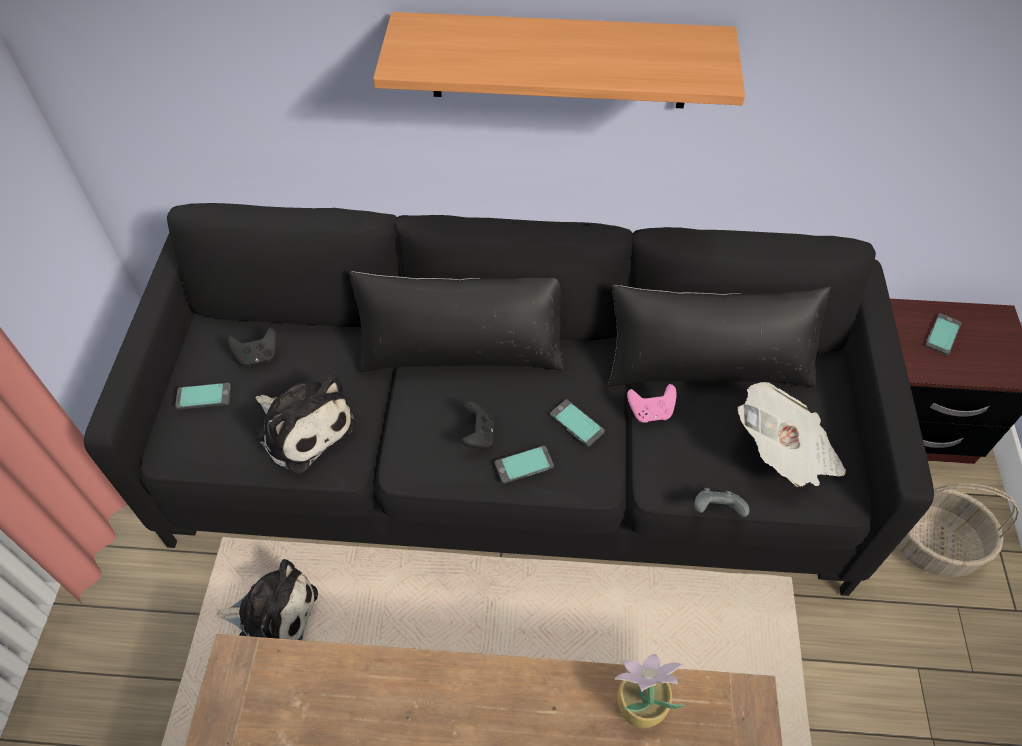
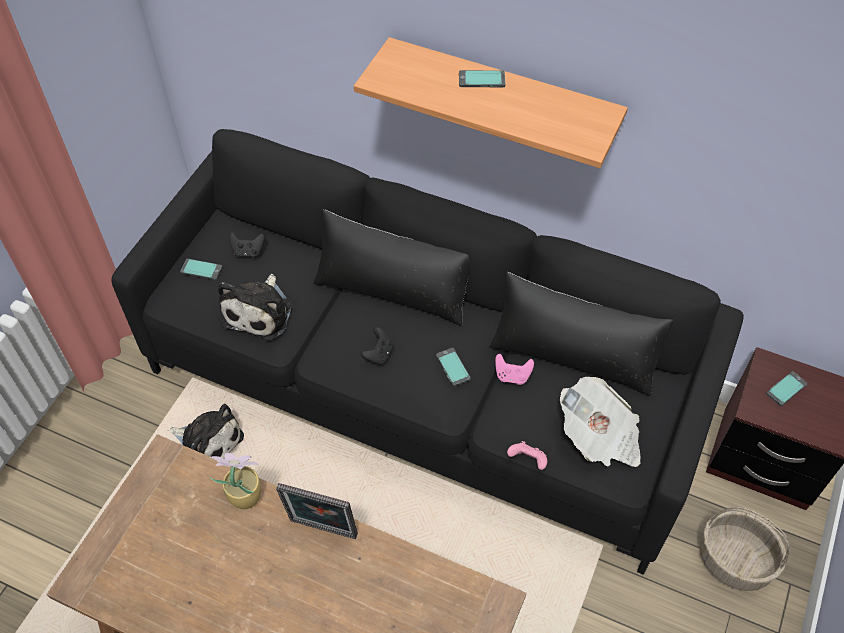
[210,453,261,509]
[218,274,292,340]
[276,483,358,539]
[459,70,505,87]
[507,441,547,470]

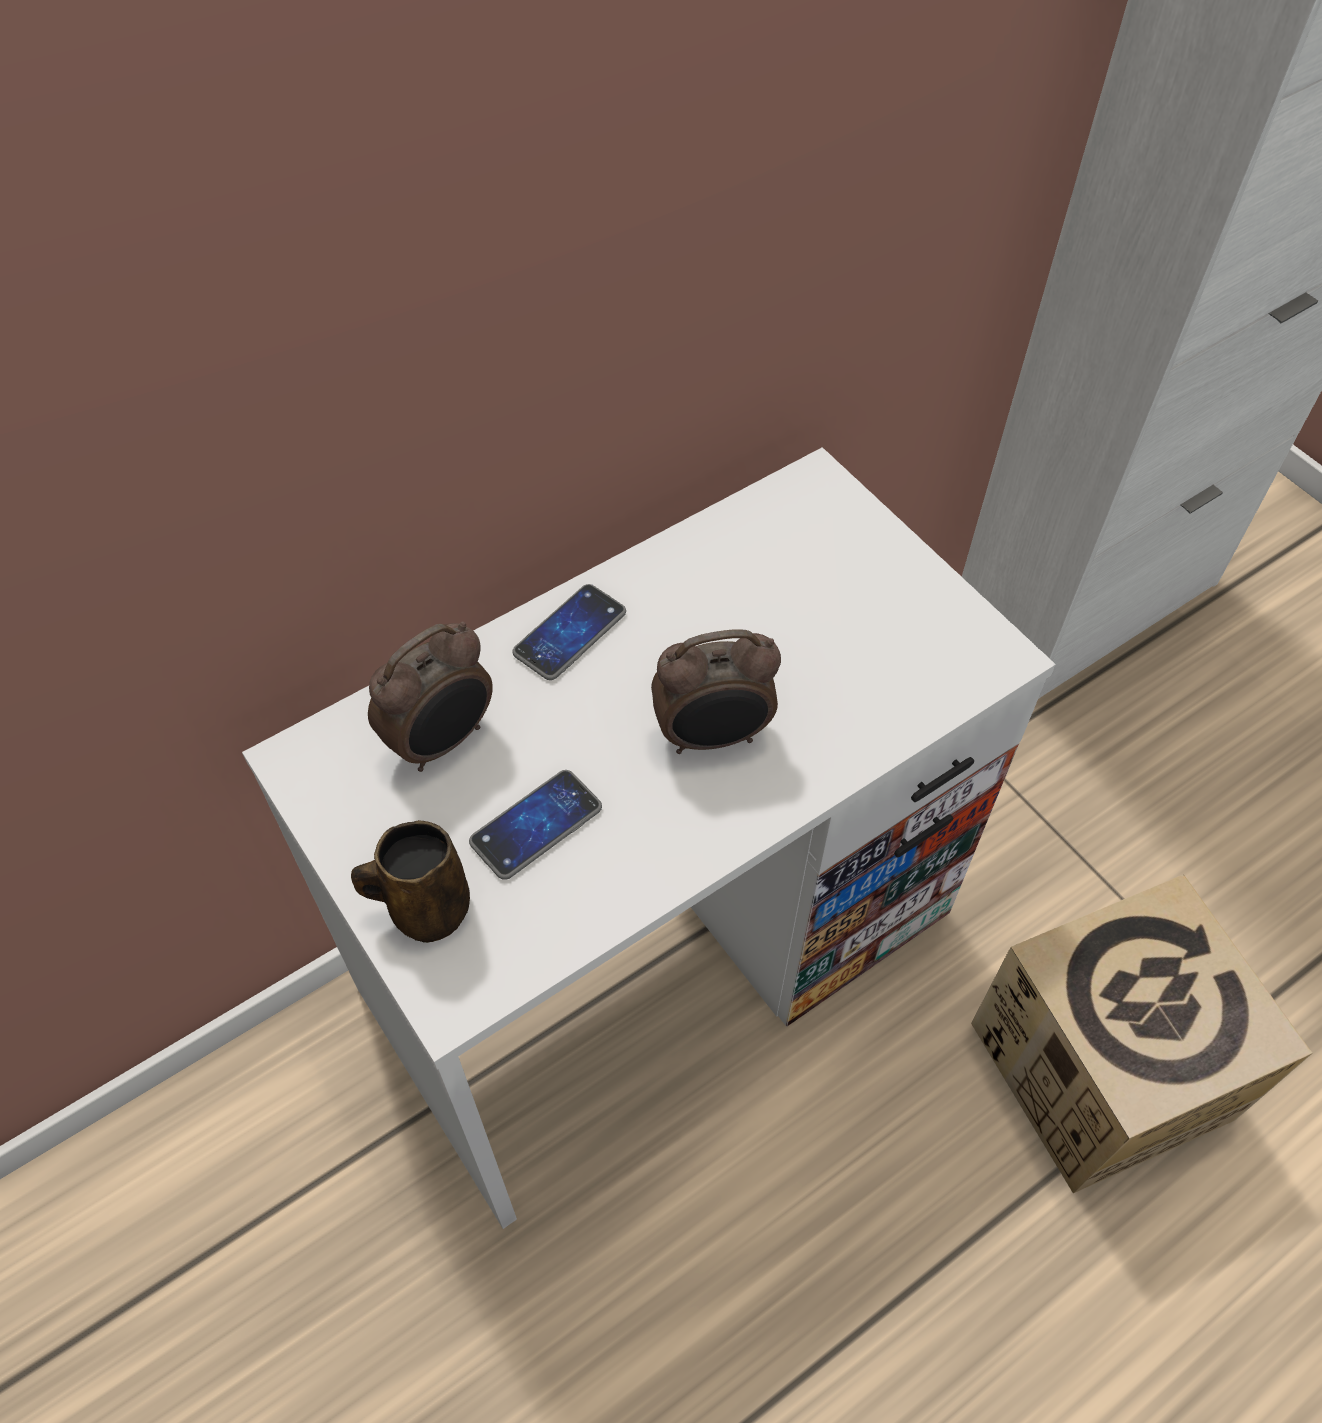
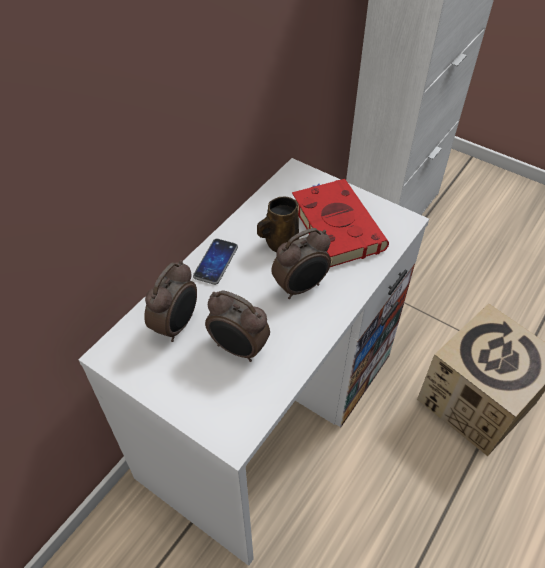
[205,290,270,362]
[257,196,299,252]
[292,179,389,267]

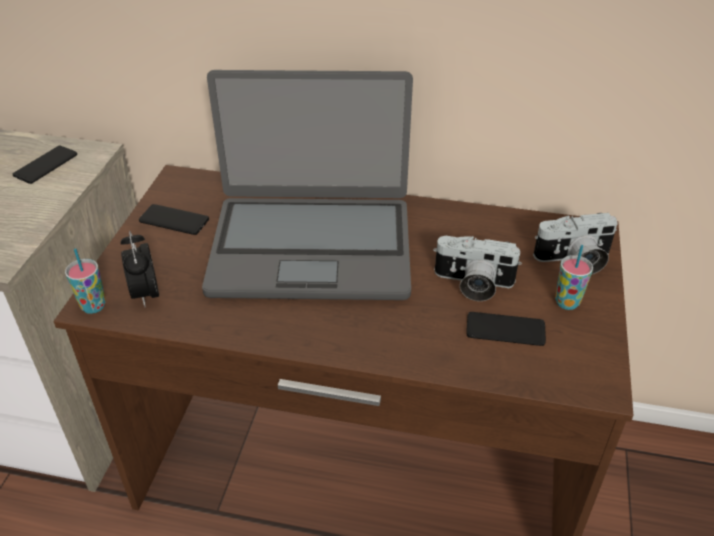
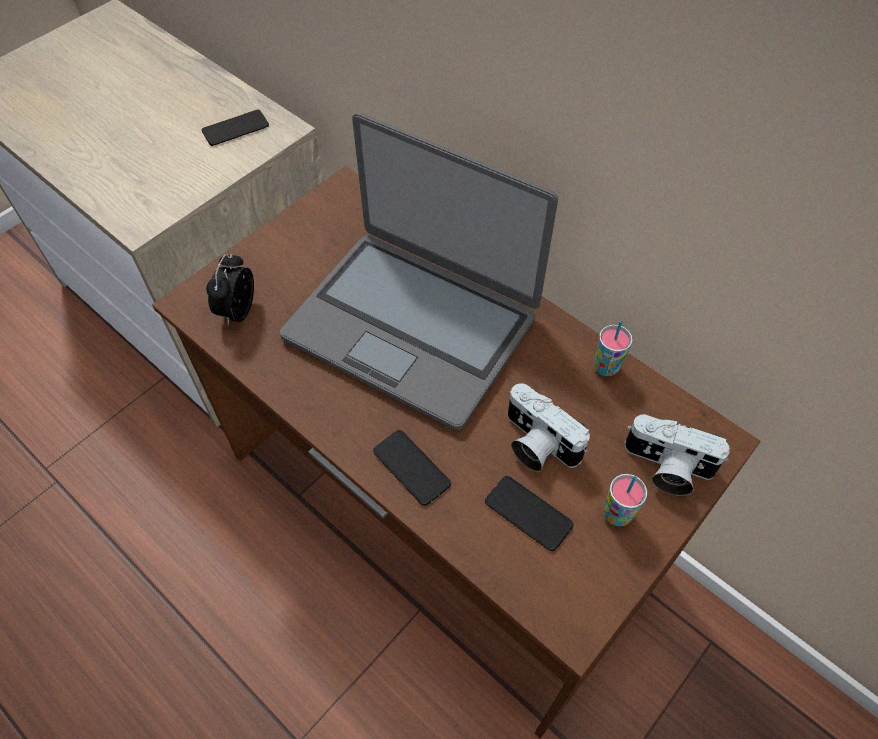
[373,430,451,506]
[594,321,632,376]

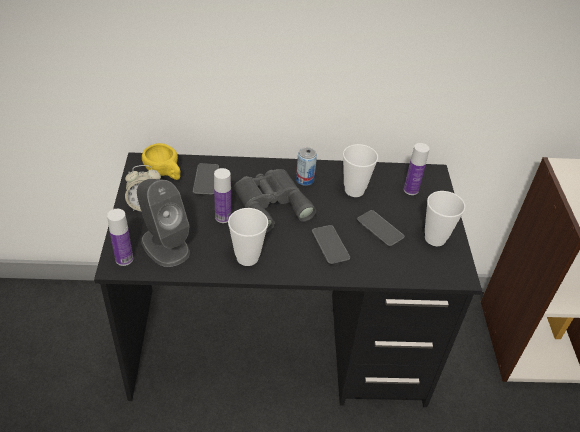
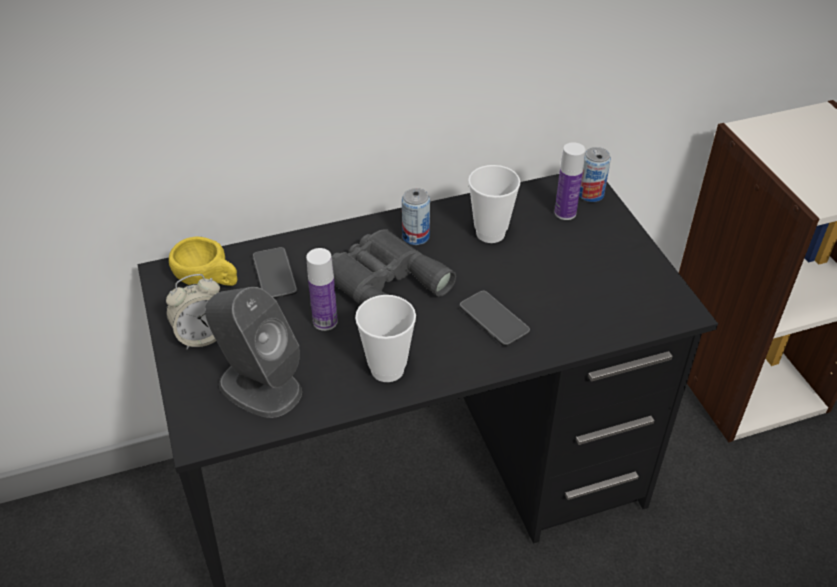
[579,147,611,202]
[107,209,133,266] (first image)
[357,210,405,247] (first image)
[425,191,465,246] (first image)

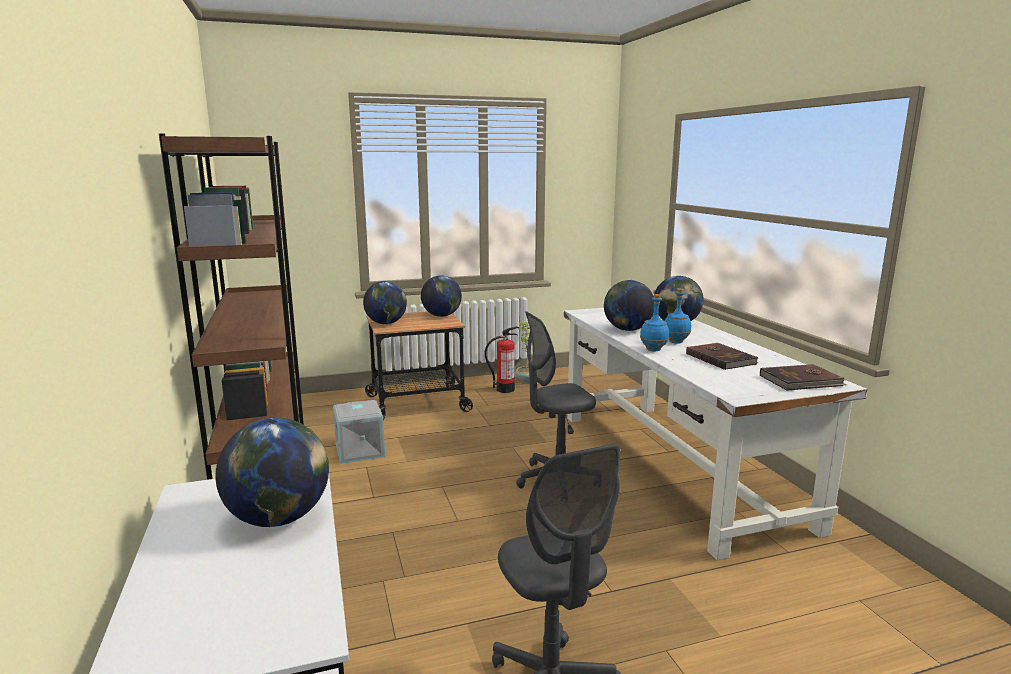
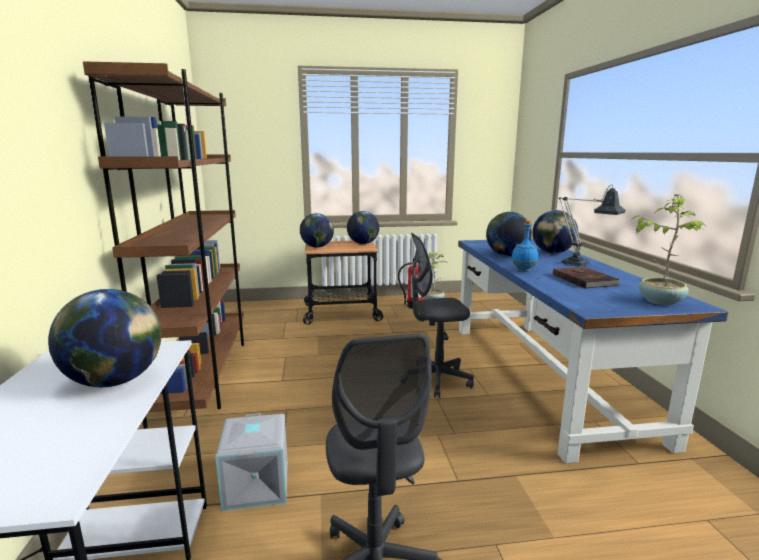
[215,413,288,511]
[458,239,729,464]
[559,184,625,266]
[633,194,705,306]
[665,288,691,344] (first image)

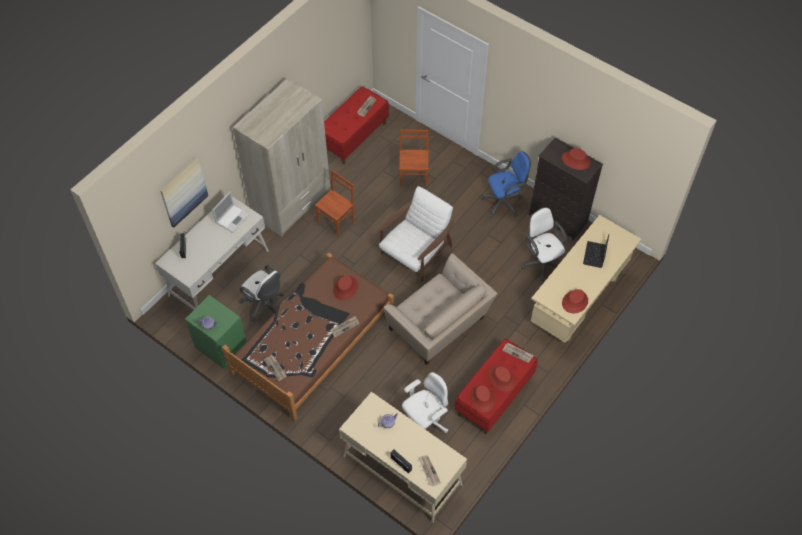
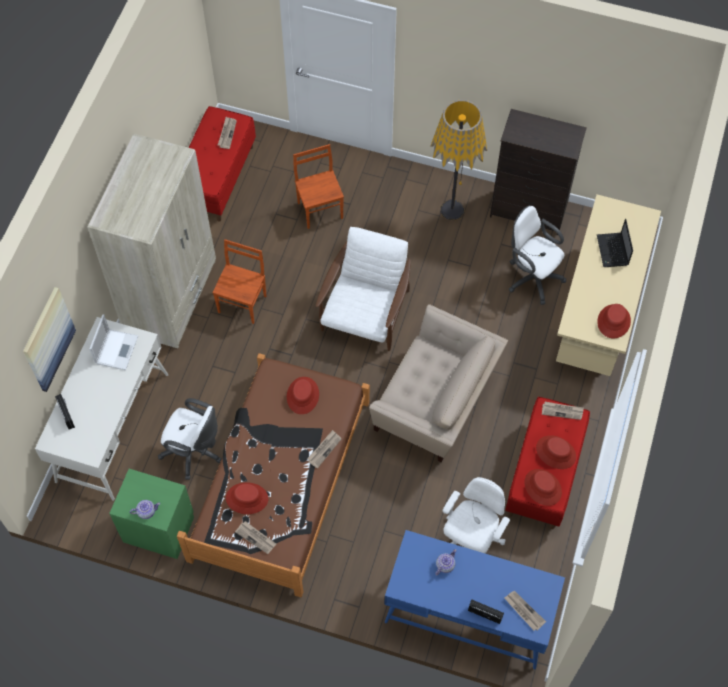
[226,482,268,514]
[384,530,565,670]
[430,100,487,220]

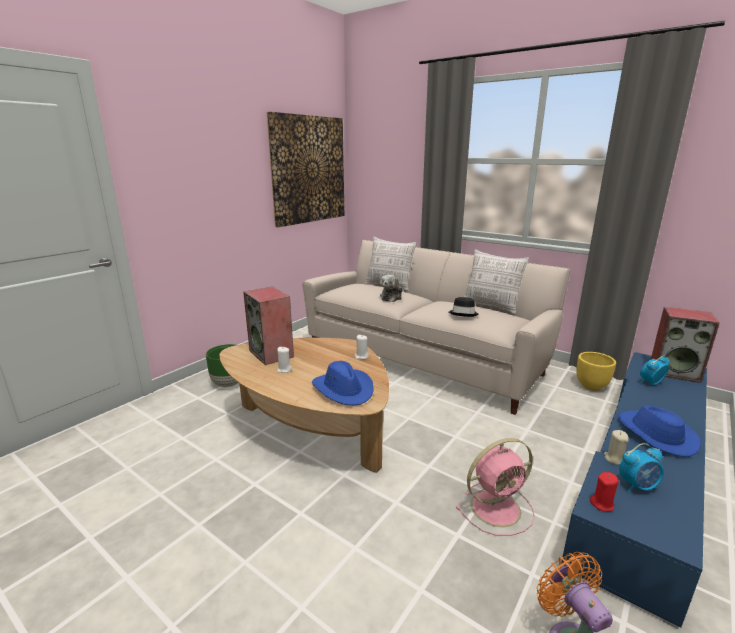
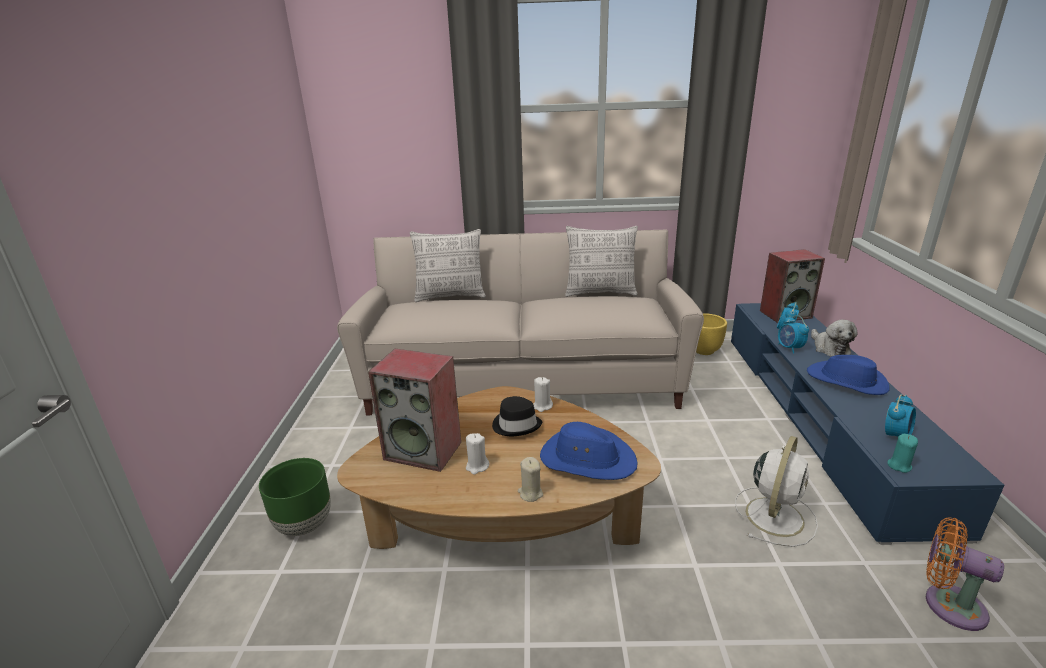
[492,396,542,436]
[518,457,543,502]
[735,436,818,547]
[778,315,809,354]
[811,320,858,357]
[887,434,918,473]
[267,112,344,227] (first image)

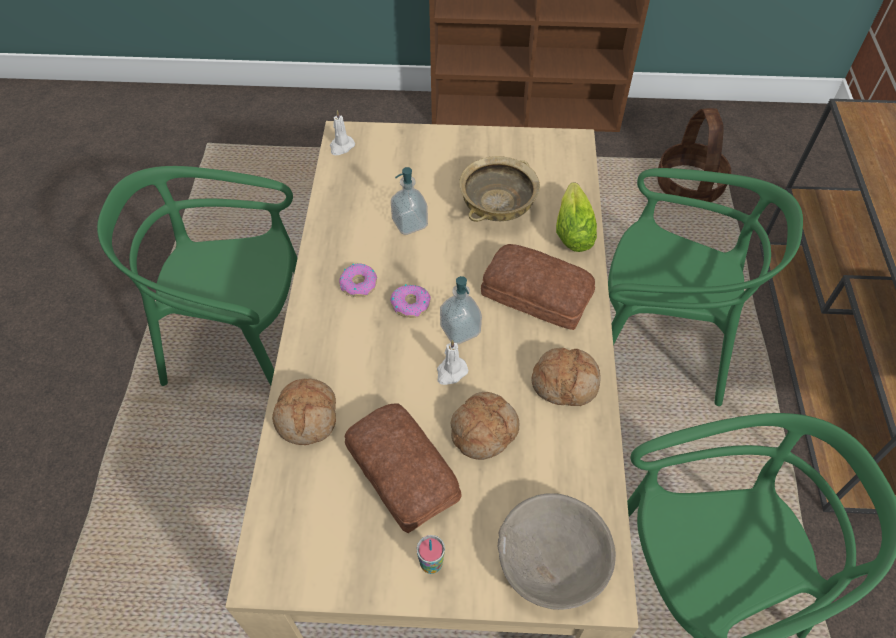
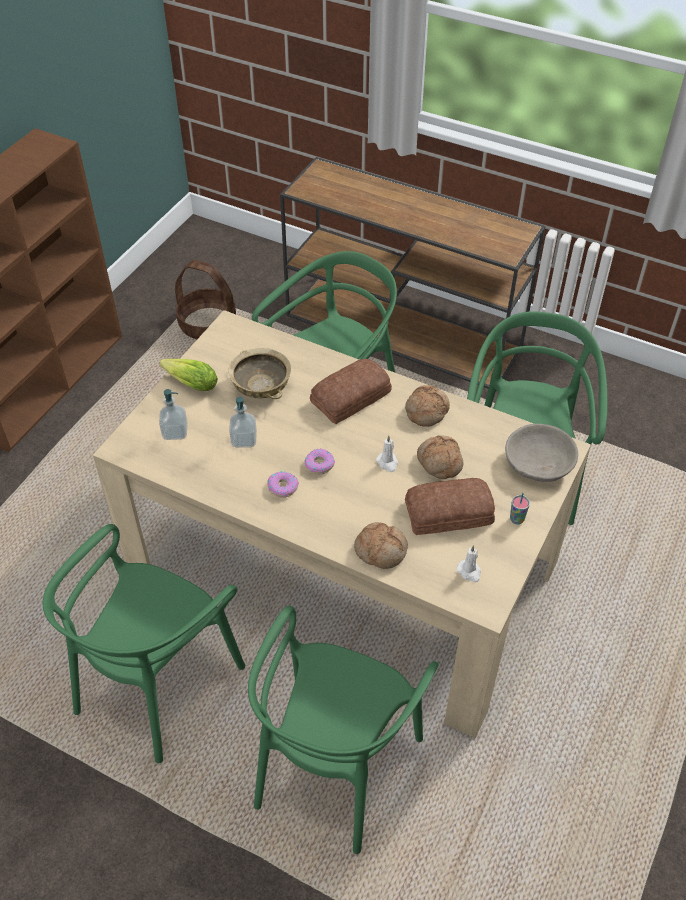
[159,359,218,391]
[159,389,188,440]
[248,606,439,854]
[457,545,481,582]

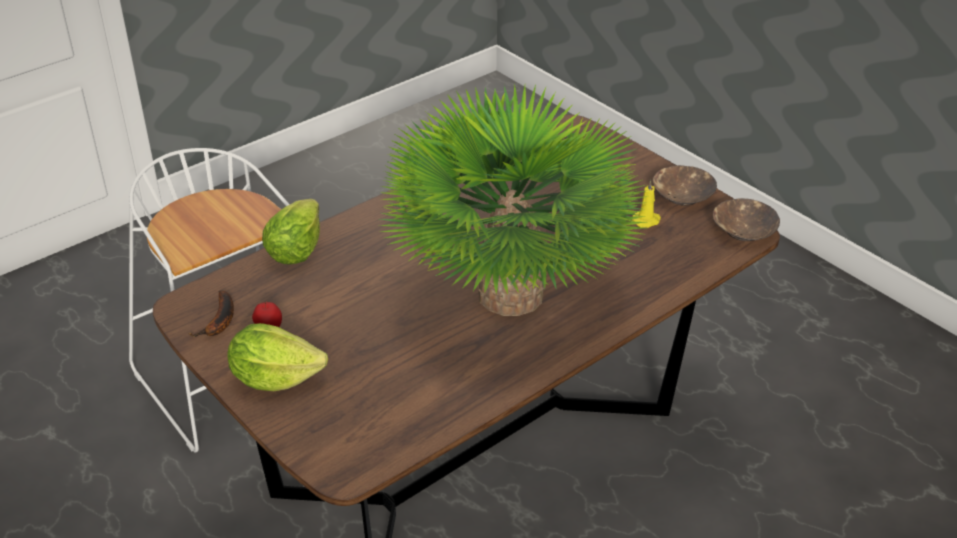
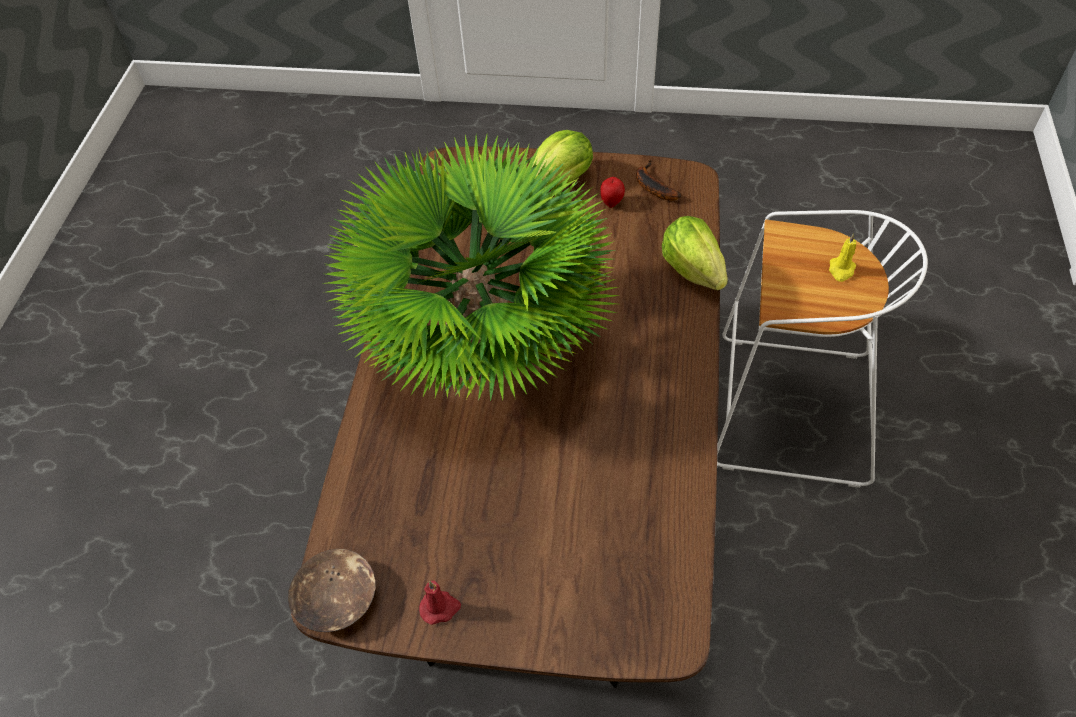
[419,581,461,625]
[829,233,856,282]

